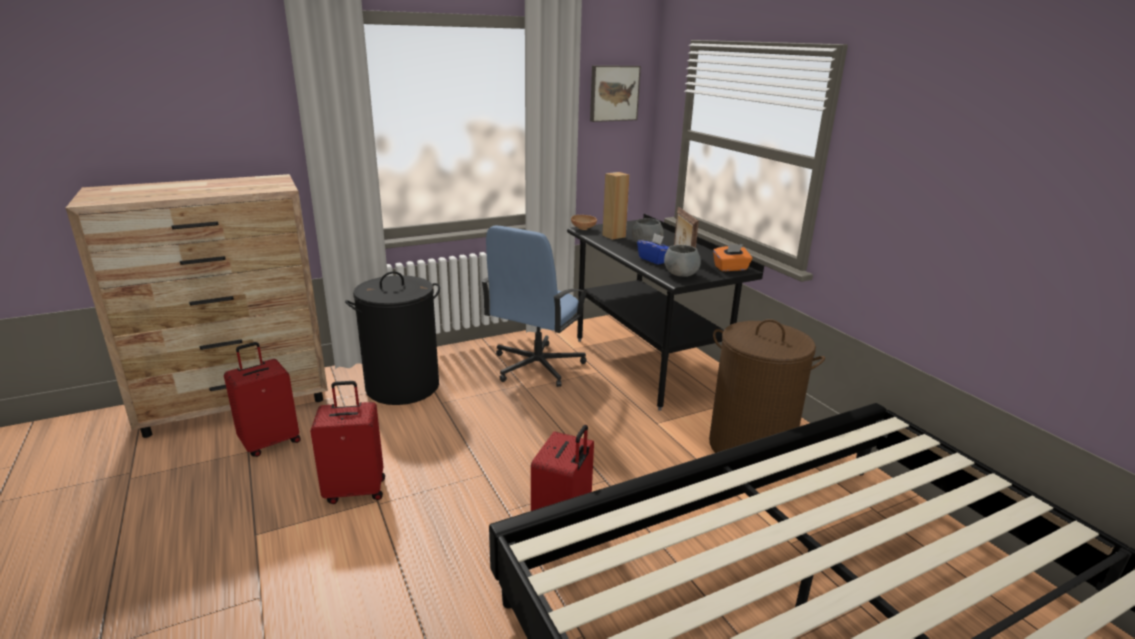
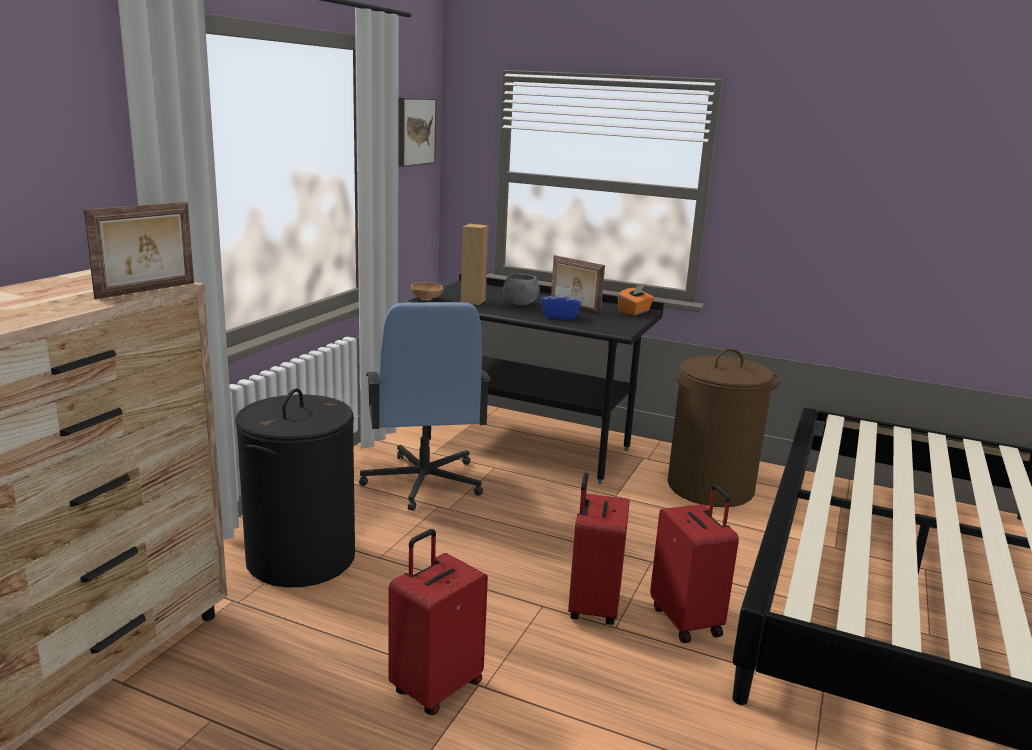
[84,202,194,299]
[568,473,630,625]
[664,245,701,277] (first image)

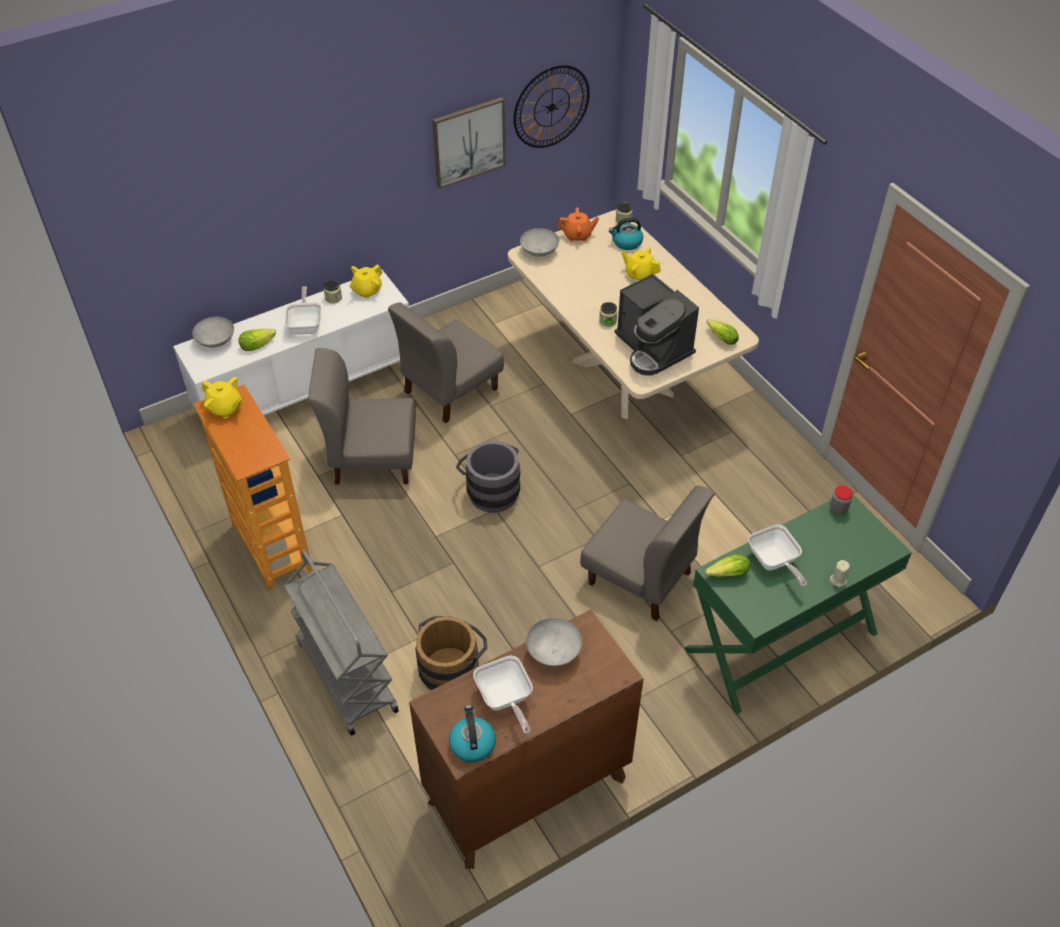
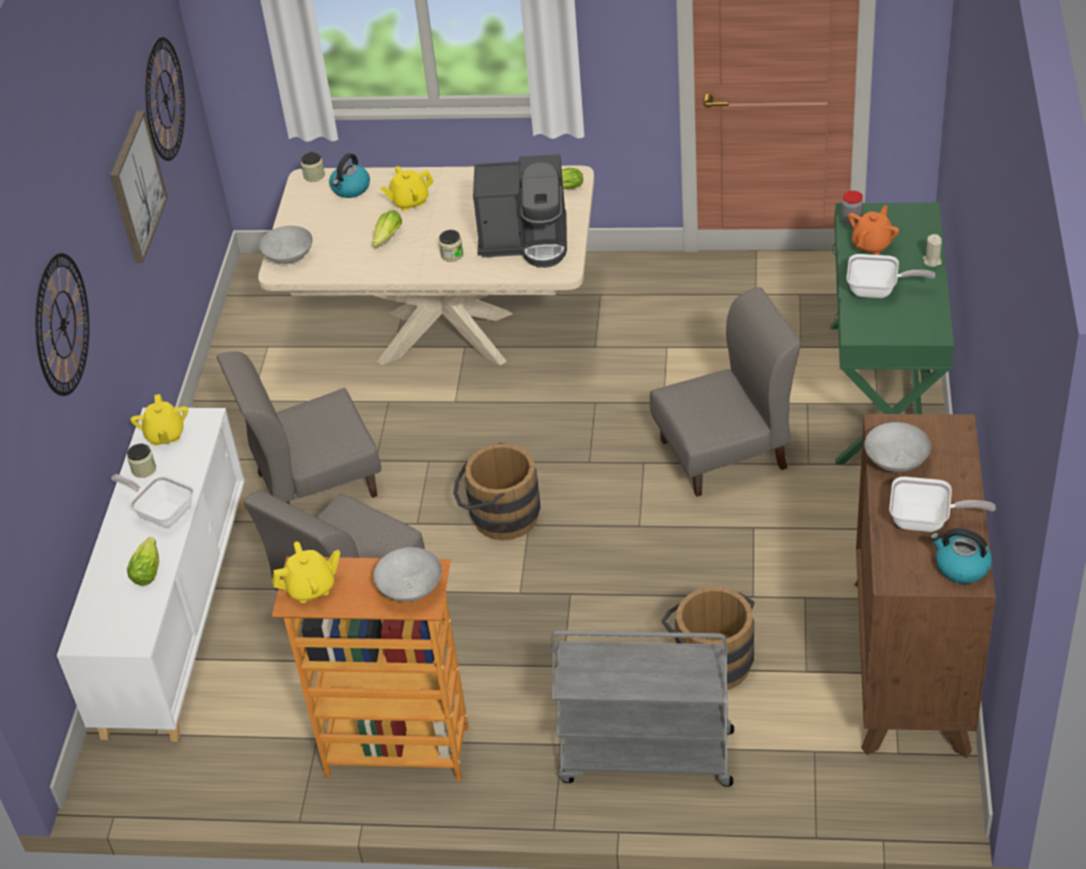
[35,253,89,396]
[217,351,381,504]
[372,210,402,247]
[373,547,442,602]
[453,443,541,540]
[848,205,899,255]

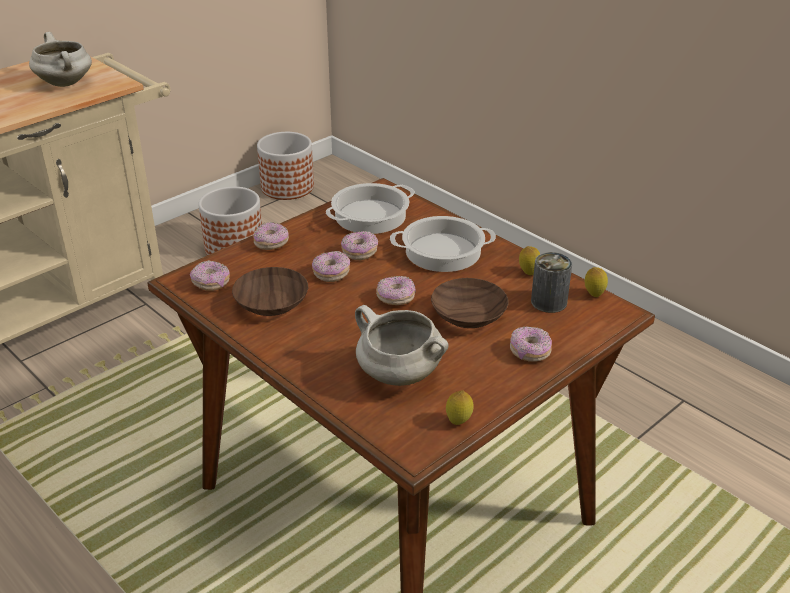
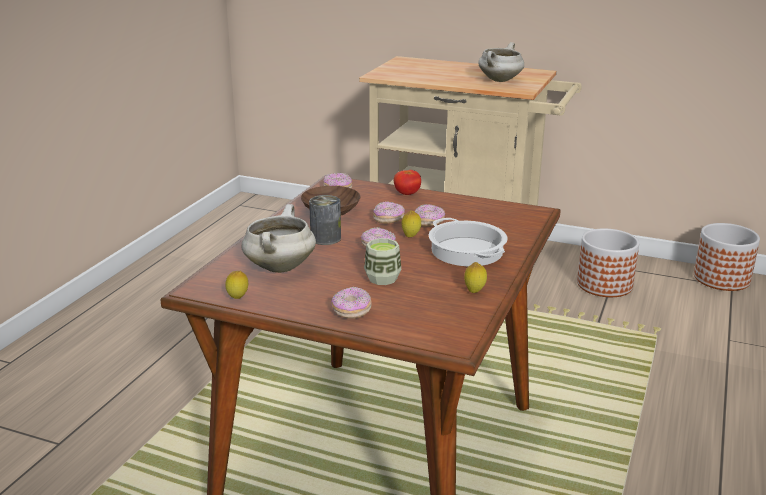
[309,195,341,245]
[364,238,401,285]
[394,170,421,195]
[402,210,421,238]
[326,183,415,234] (first image)

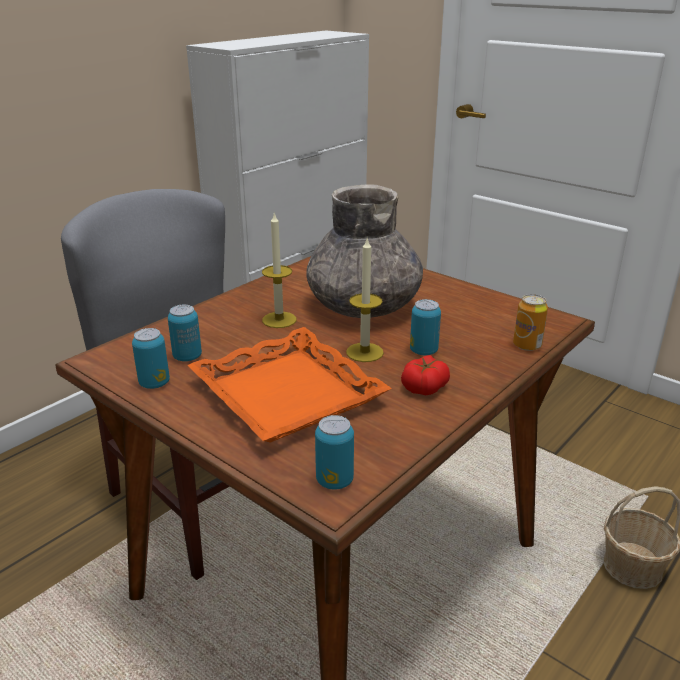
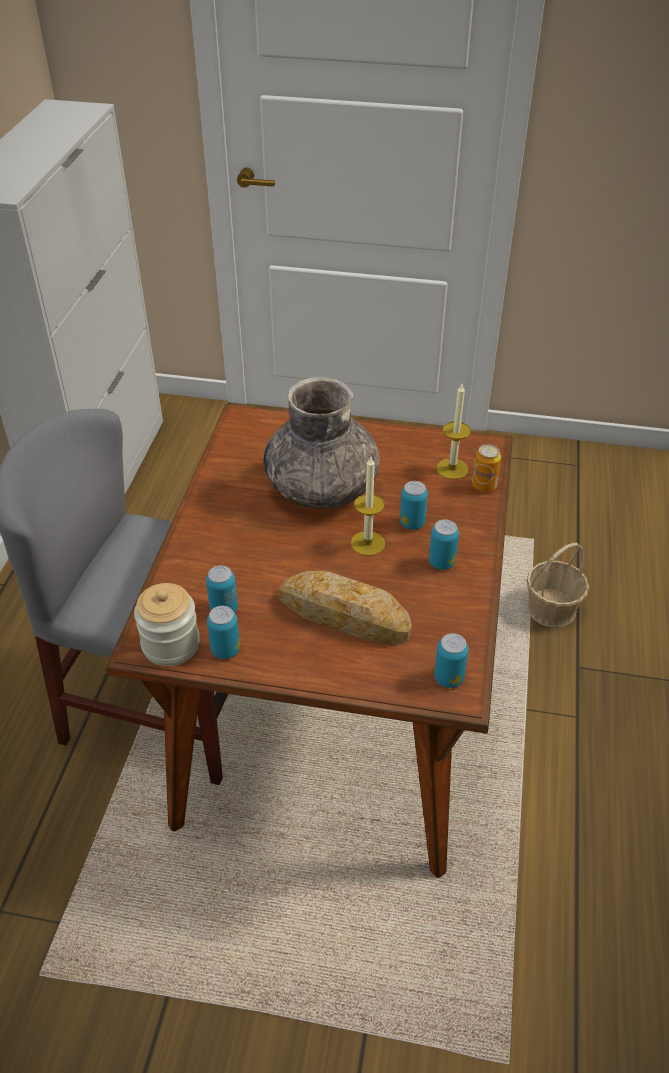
[134,583,200,666]
[278,571,412,645]
[429,519,459,570]
[436,384,471,480]

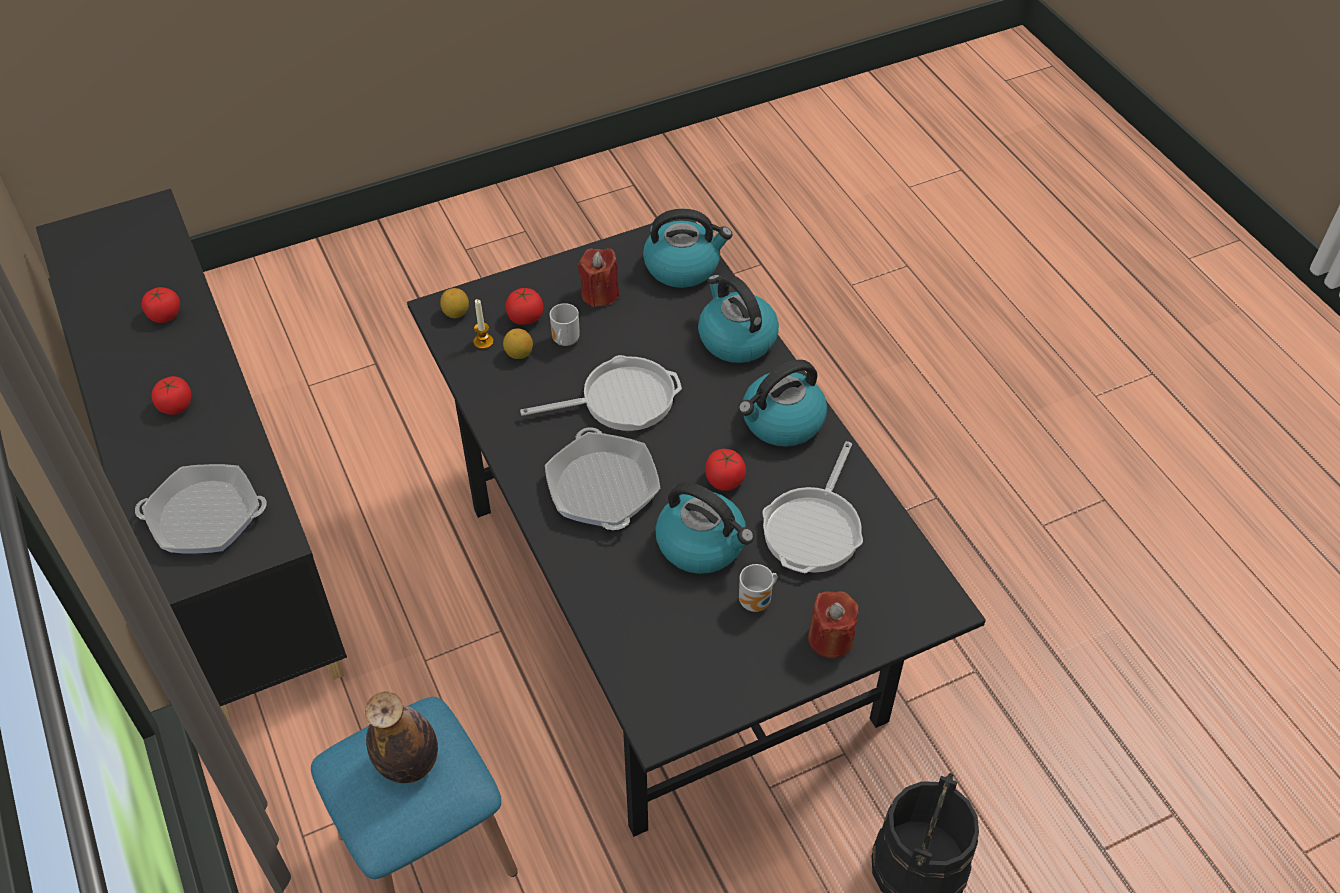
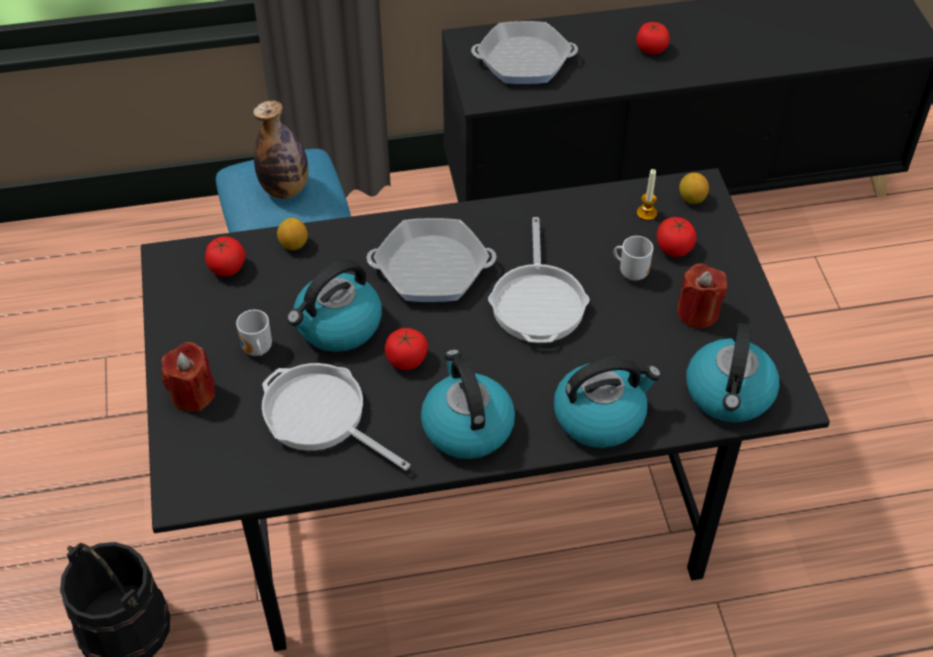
[205,236,245,277]
[277,218,308,250]
[471,21,578,84]

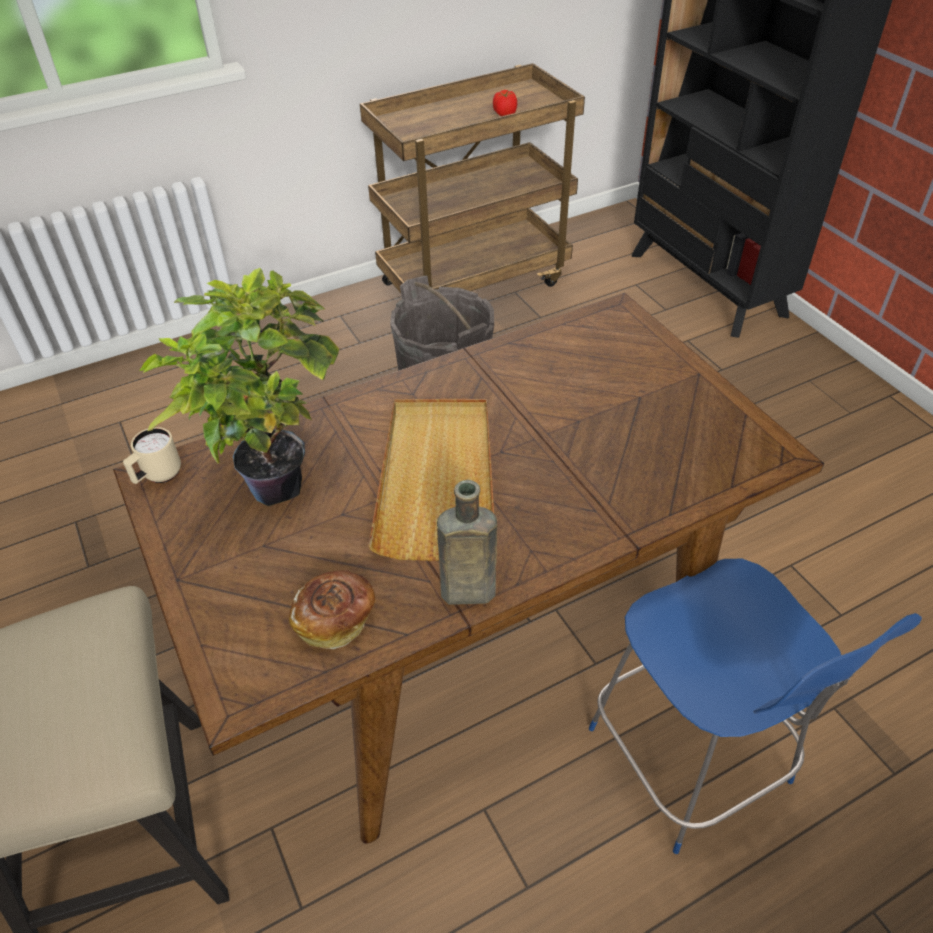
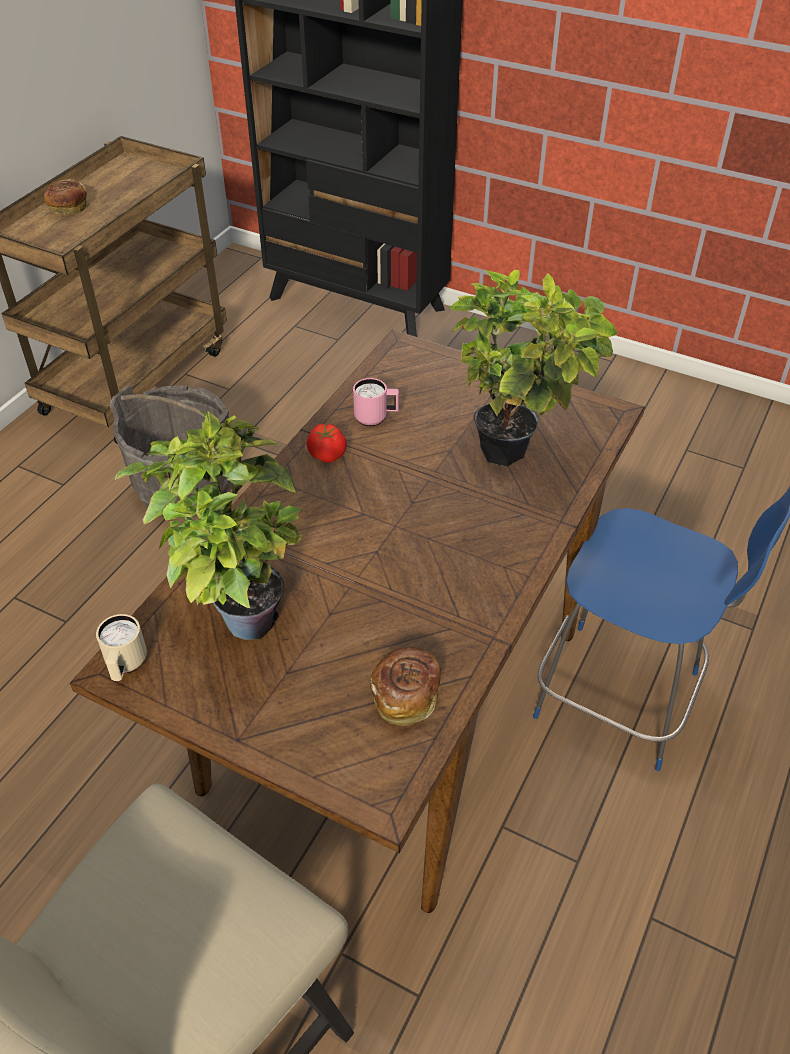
[44,179,87,215]
[307,424,347,463]
[353,378,399,427]
[449,270,618,467]
[368,399,494,561] (first image)
[437,480,497,605] (first image)

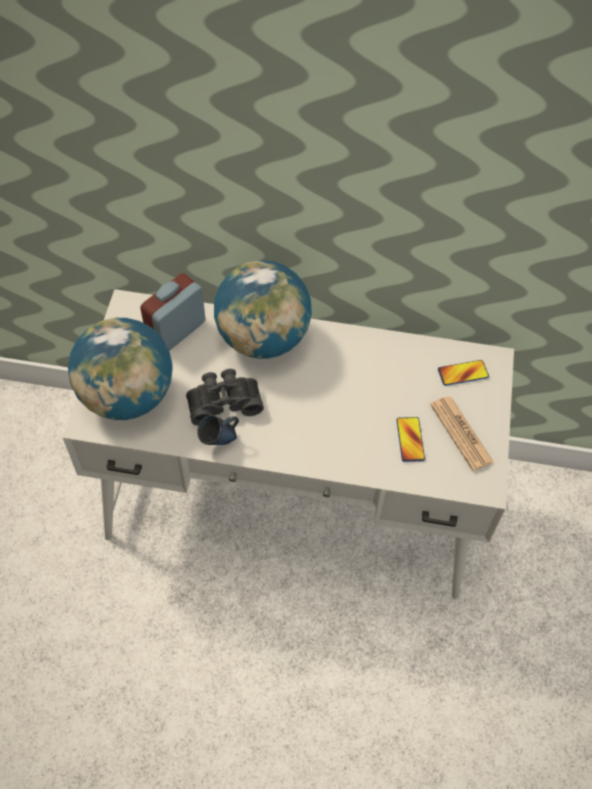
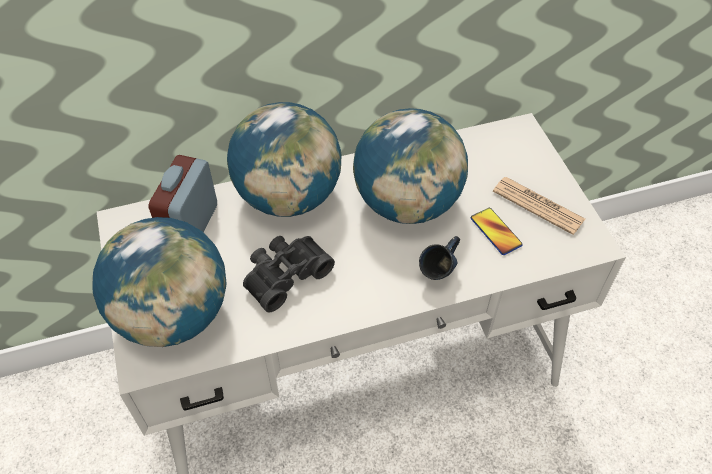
[353,108,468,224]
[419,236,460,280]
[438,360,489,386] (first image)

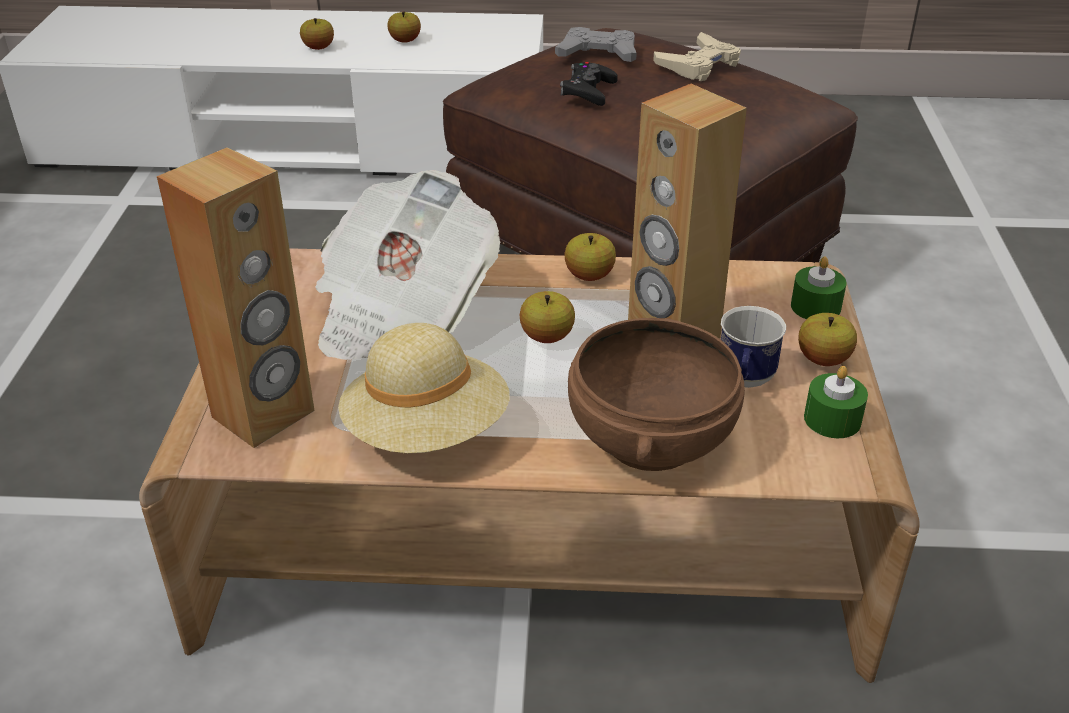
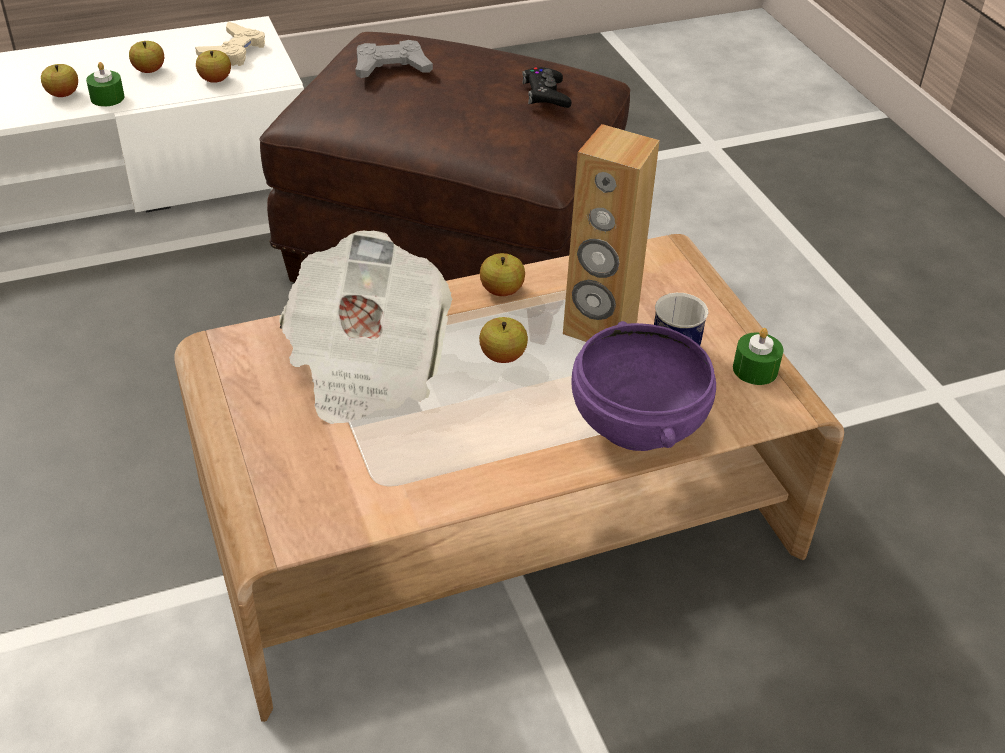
[86,62,125,107]
[195,22,265,66]
[196,50,231,83]
[522,67,571,108]
[572,321,716,451]
[157,147,315,448] (first image)
[338,323,510,454] (first image)

